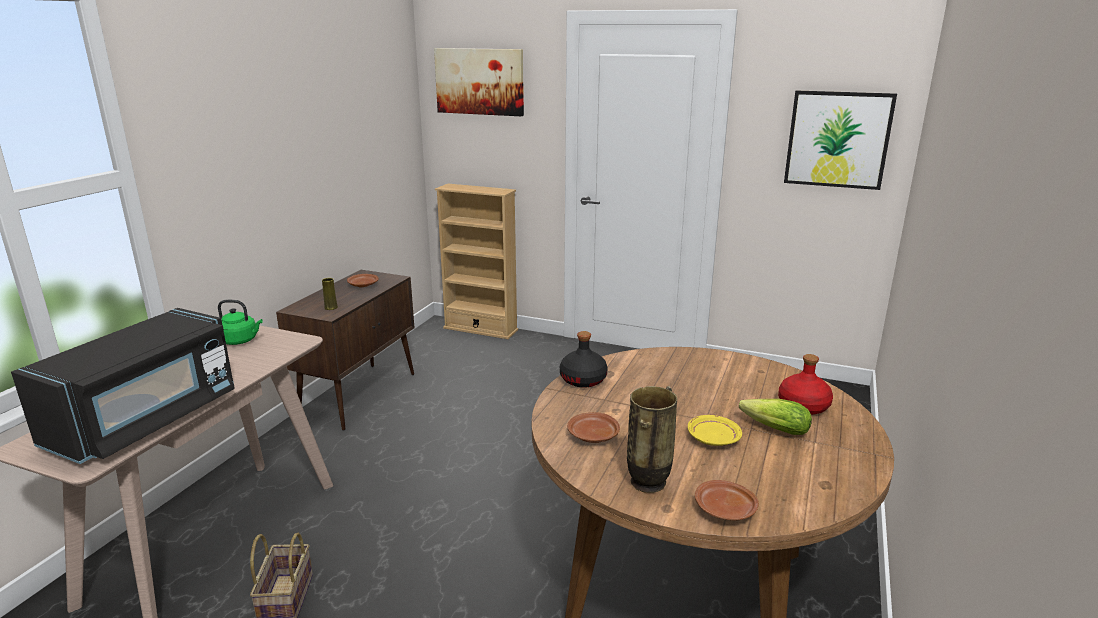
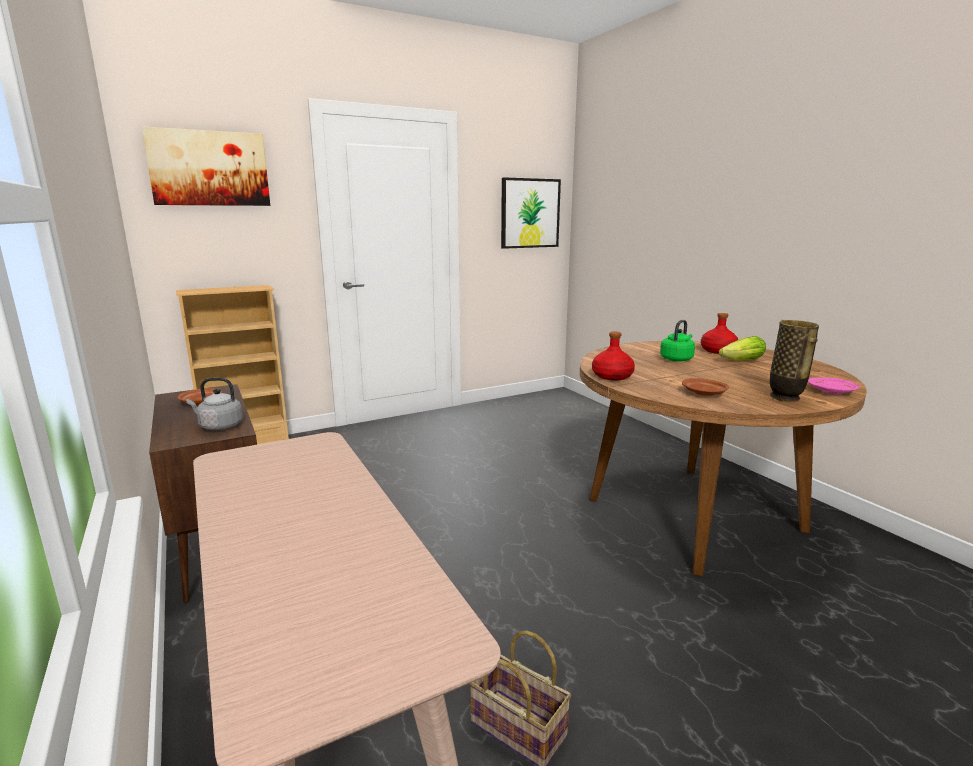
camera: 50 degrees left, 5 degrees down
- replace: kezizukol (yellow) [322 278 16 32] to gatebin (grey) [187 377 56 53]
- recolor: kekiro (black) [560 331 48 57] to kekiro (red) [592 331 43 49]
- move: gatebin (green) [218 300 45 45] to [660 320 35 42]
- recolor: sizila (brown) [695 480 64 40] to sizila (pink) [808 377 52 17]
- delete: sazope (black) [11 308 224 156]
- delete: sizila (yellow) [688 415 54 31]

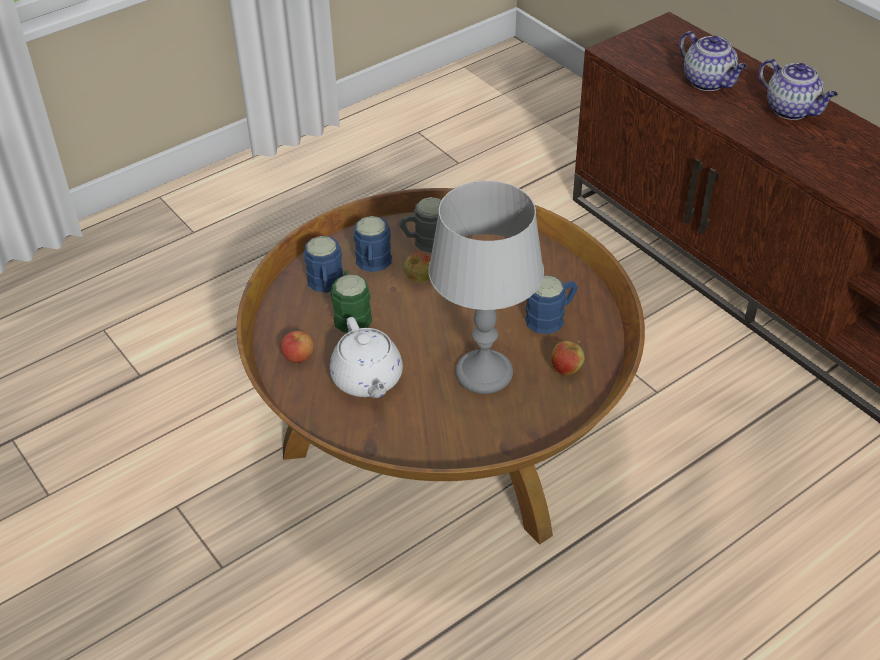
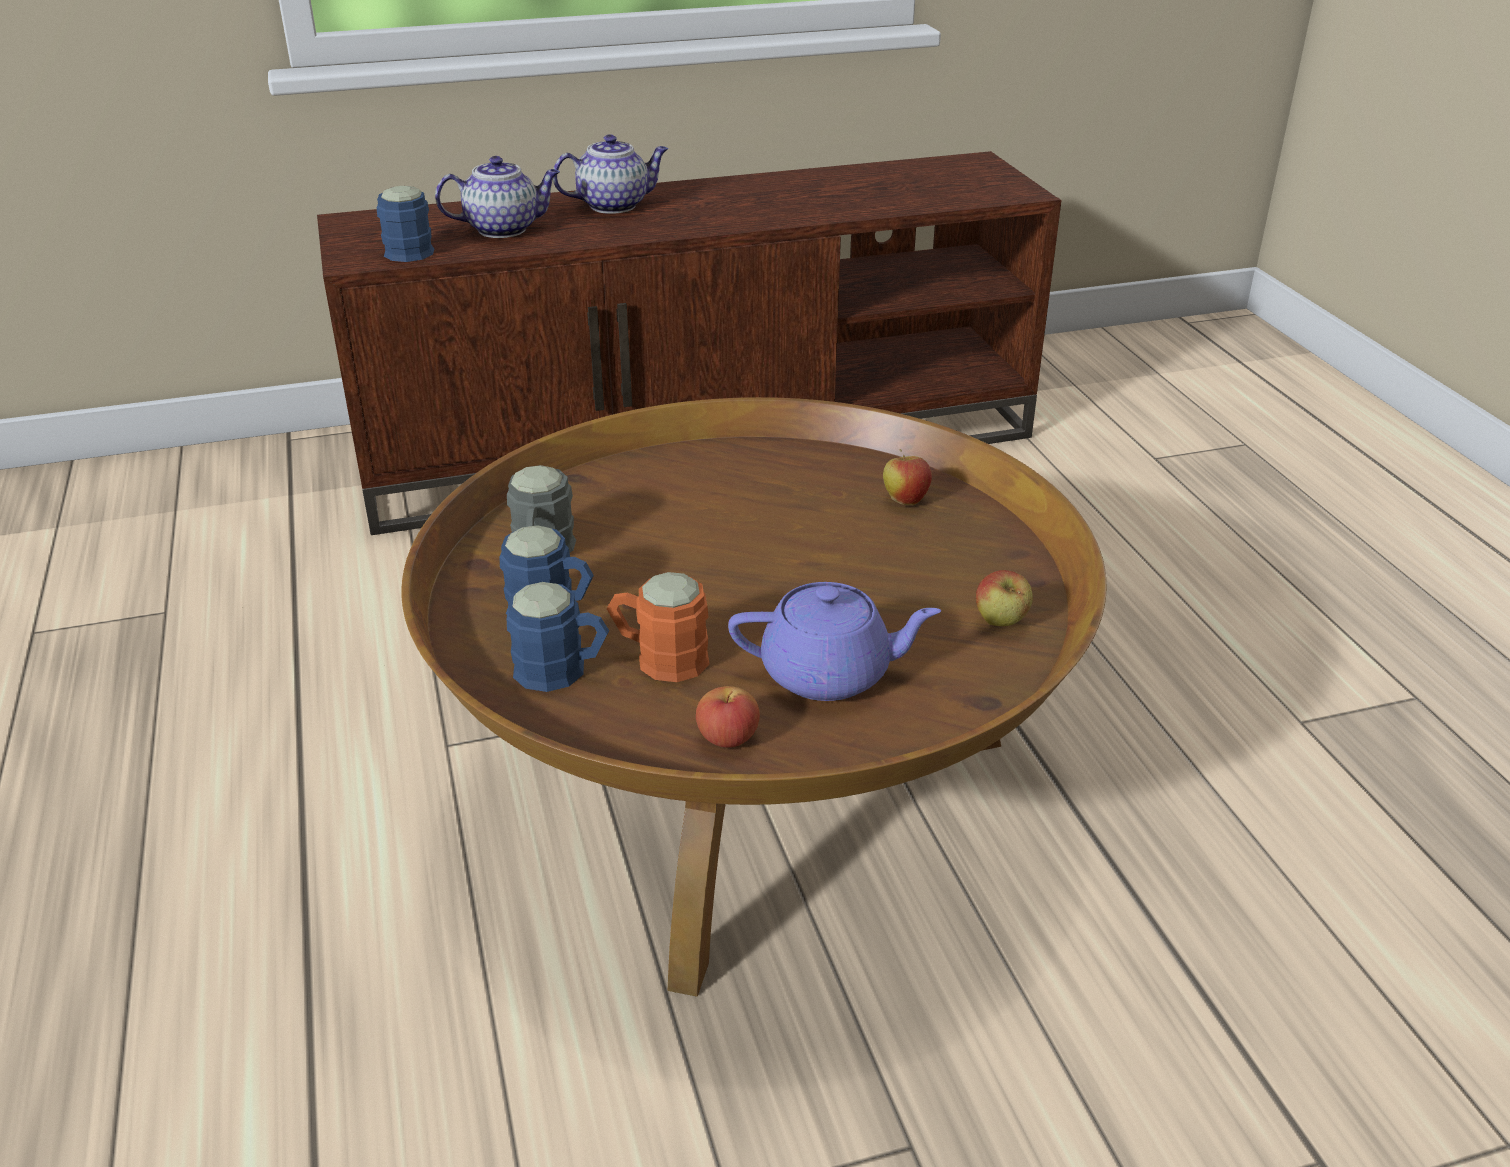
camera: 70 degrees left, 10 degrees down
- move: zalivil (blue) [525 275 53 59] to [377 186 57 76]
- recolor: zalivil (green) [331 270 41 63] to zalivil (orange) [607 572 102 110]
- recolor: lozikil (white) [329 317 74 81] to lozikil (purple) [728 582 213 119]
- move: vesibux [404 252 27 31] to [976 570 57 56]
- delete: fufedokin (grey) [428 181 116 213]

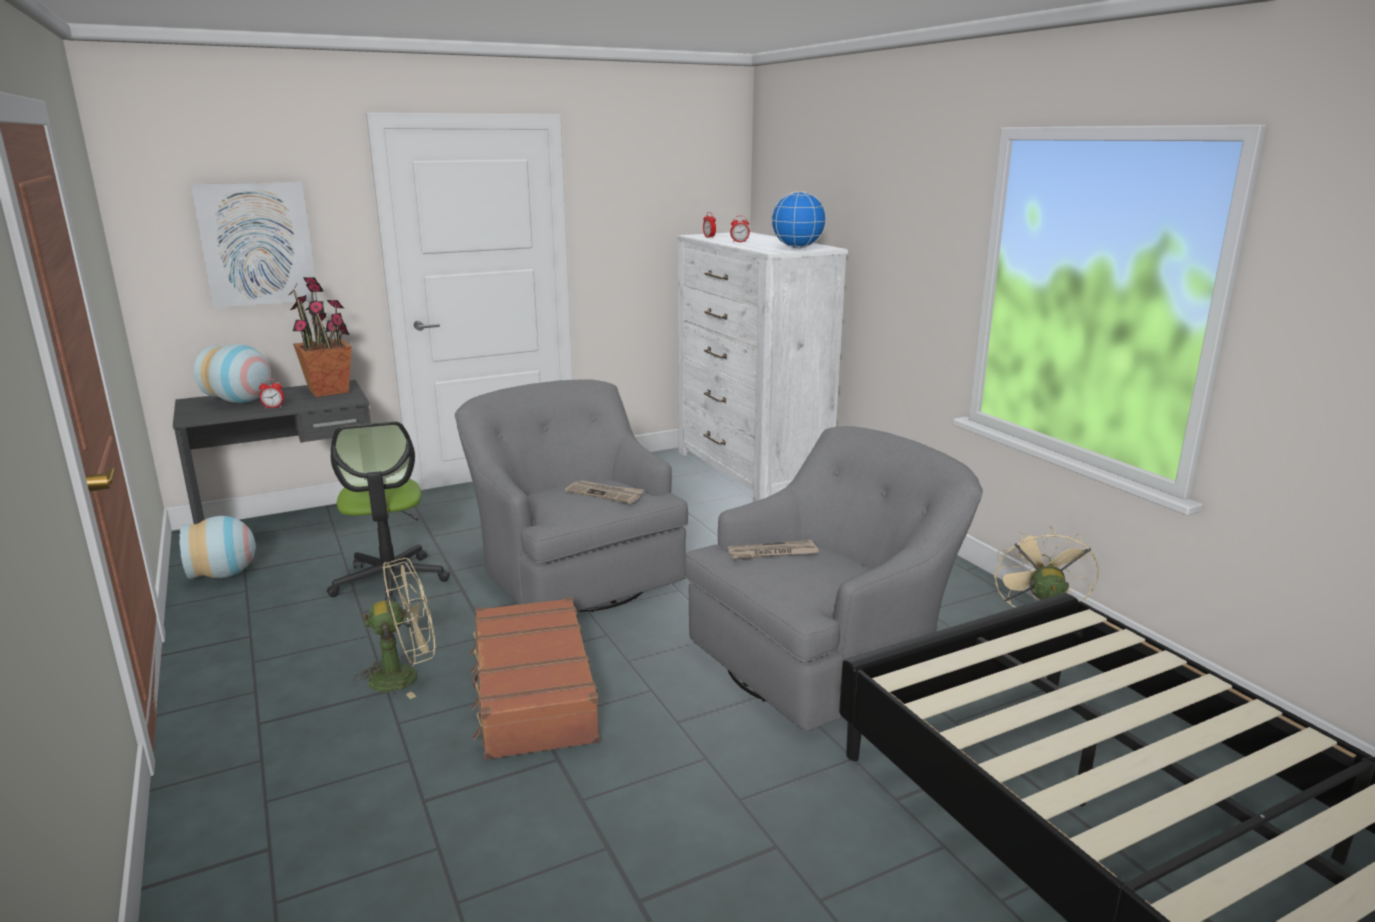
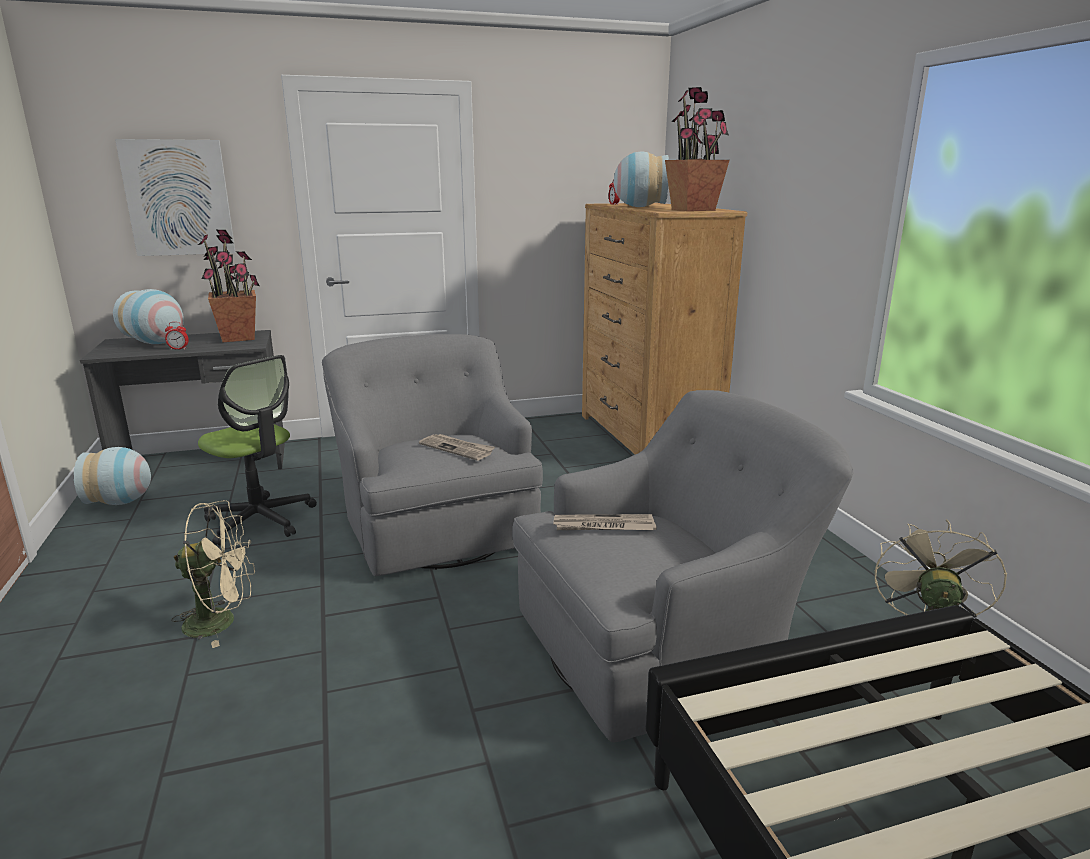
camera: 10 degrees right, 0 degrees up
- rotate: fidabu [327 421 123 181] = [198 355 119 191] 45 degrees counterclockwise
- recolor: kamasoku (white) [677 232 171 270] to kamasoku (brown) [582 203 165 251]
- replace: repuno [730 216 20 26] to kezizukol [614 152 55 55]
- replace: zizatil [771 191 56 57] to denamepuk [665 87 64 124]
- delete: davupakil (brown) [470 597 130 163]

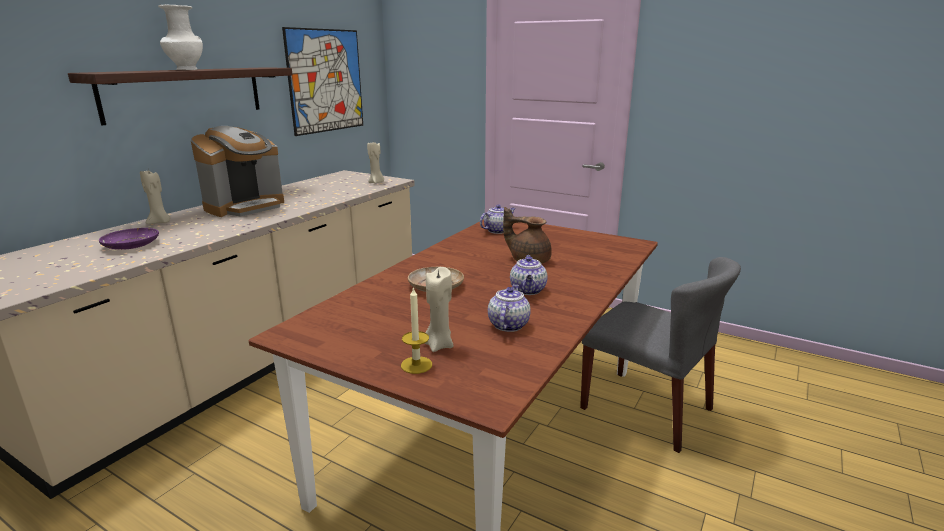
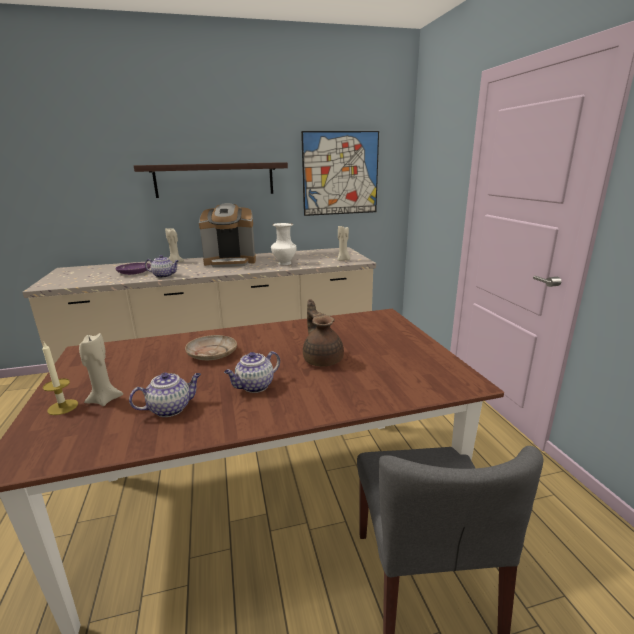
camera: 45 degrees right, 0 degrees up
- move: lozikil [480 205 35 29] to [145 255 34 23]
- move: kezizukol (white) [158 5 45 65] to [271 223 26 42]

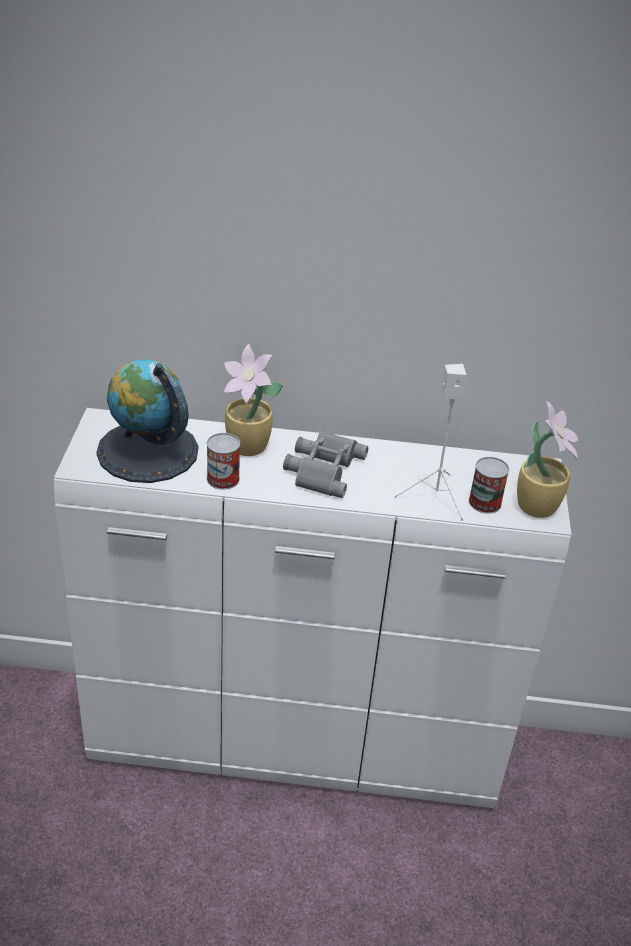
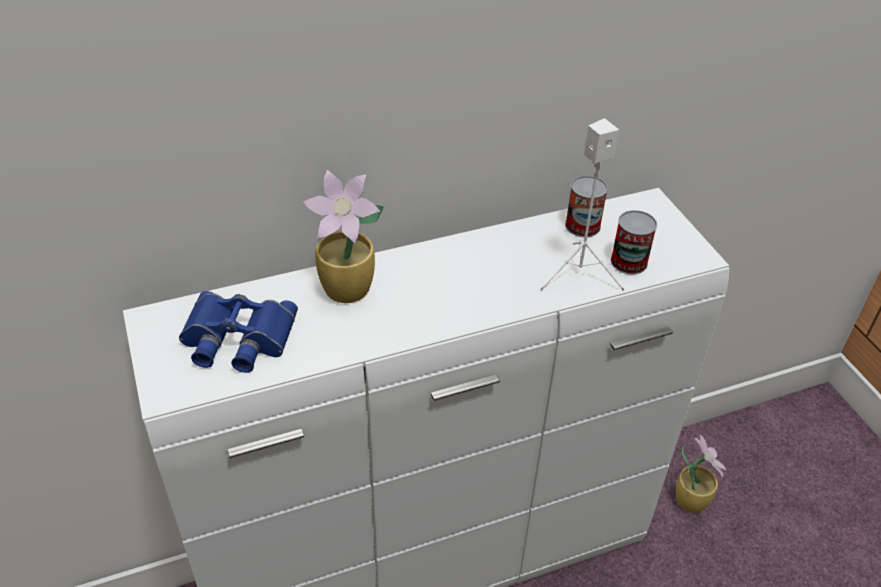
camera: 25 degrees left, 5 degrees up
- replace: zizatil [96 359 102 124] to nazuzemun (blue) [179 291 119 82]
- move: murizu [207 433 33 57] to [565 176 43 61]
- move: denamepuk [517 401 61 117] to [676 435 51 78]
- delete: nazuzemun (grey) [283 431 85 67]

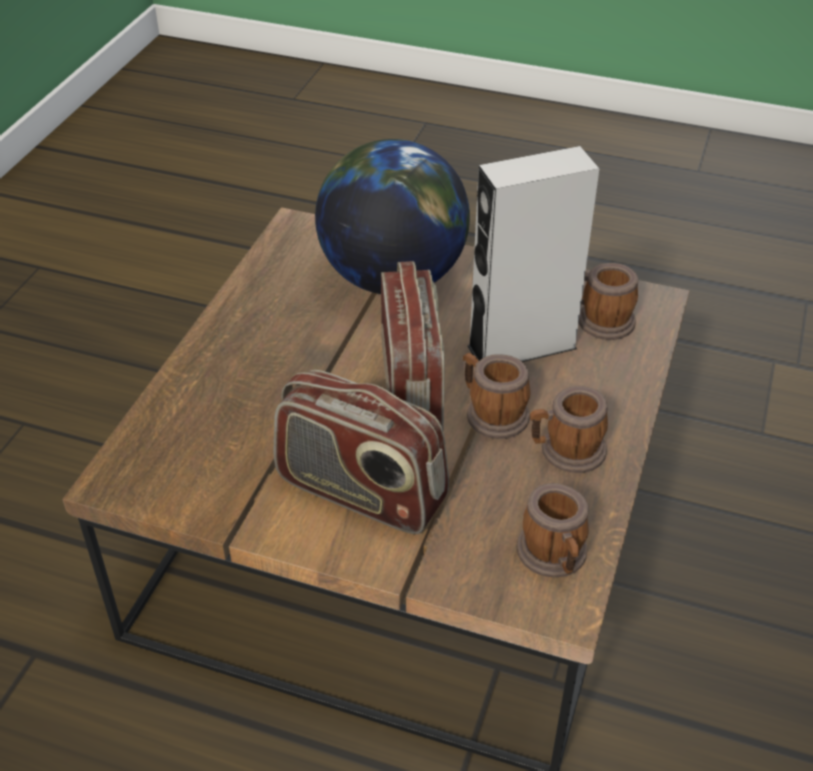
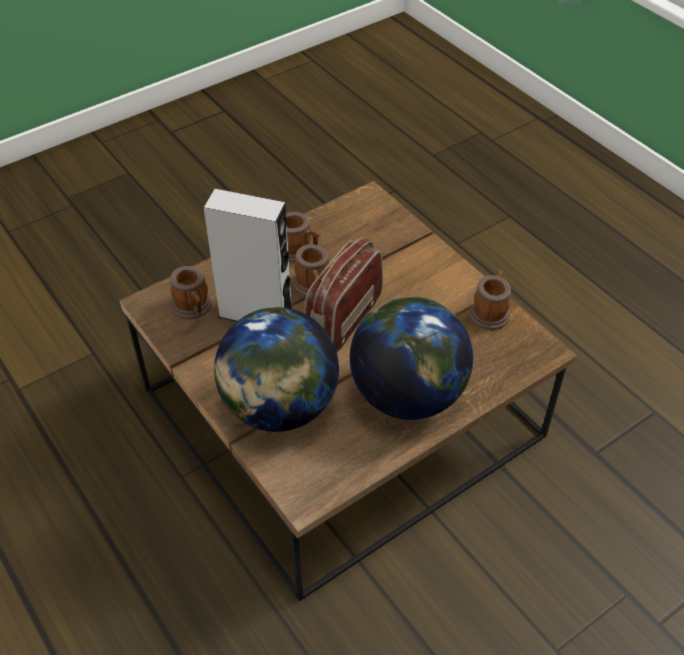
camera: 145 degrees left, 5 degrees up
- insert: zizatil [350 296 123 124]
- move: zalivil [517 483 72 94] to [469 270 42 60]
- delete: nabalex [273 370 176 164]

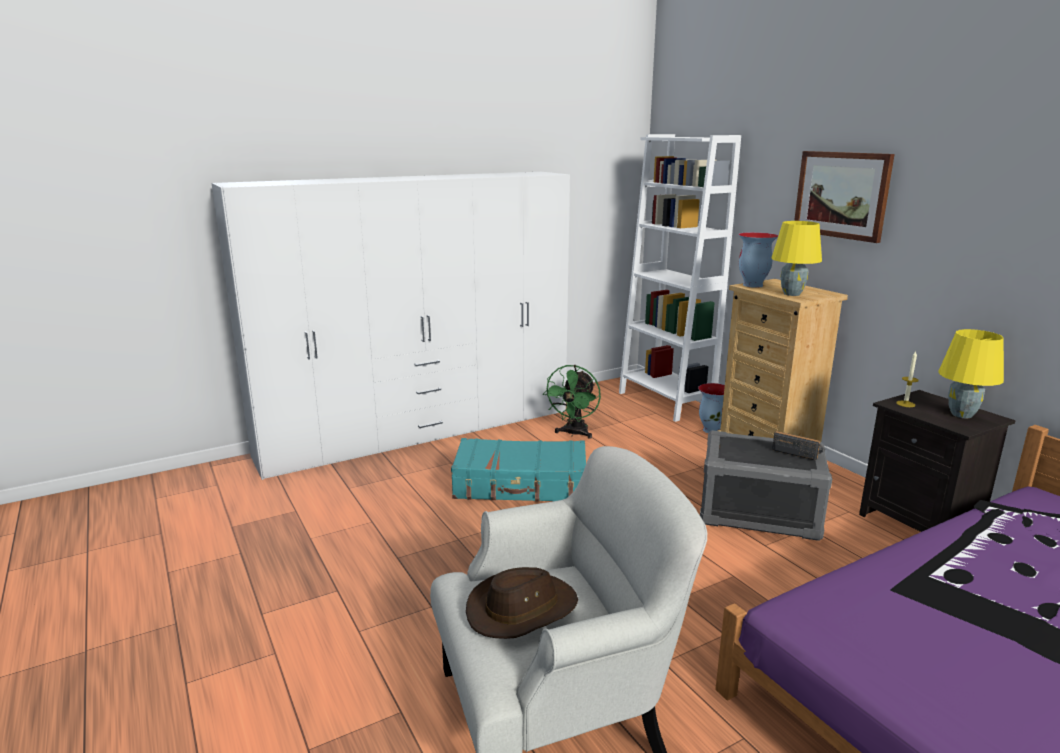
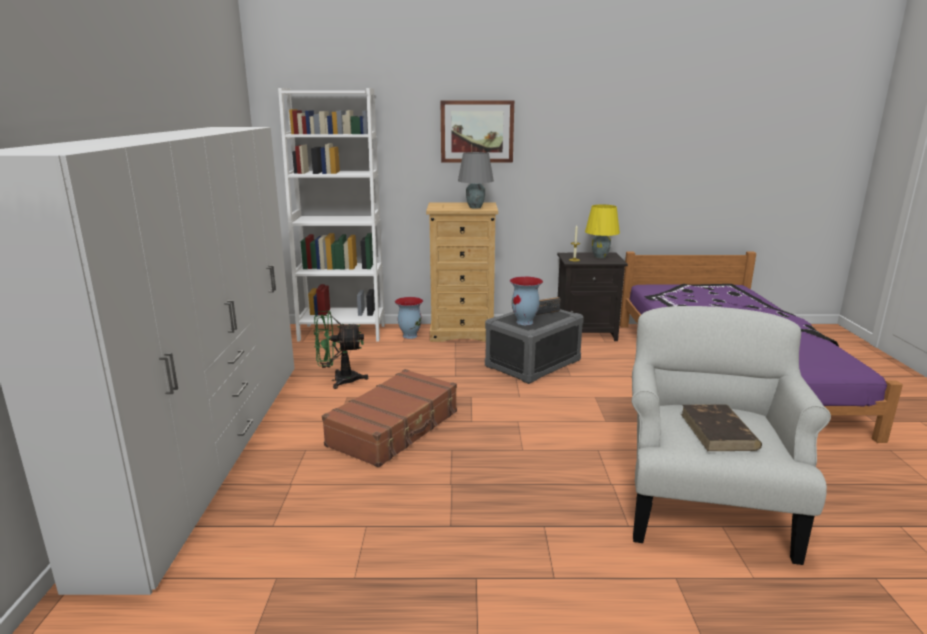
camera: 60 degrees left, 0 degrees up
- rotate: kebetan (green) [543 365 58 74] = [314 310 54 79] 120 degrees clockwise
- recolor: davupakil (turquoise) [451 438 135 63] to davupakil (brown) [322 369 135 99]
- recolor: fufedokin (yellow) [772 221 50 75] to fufedokin (grey) [458 152 36 57]
- move: kezizukol [738 232 40 56] to [510 276 33 49]
- replace: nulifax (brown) [466 567 112 72] to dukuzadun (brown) [681 404 81 47]

